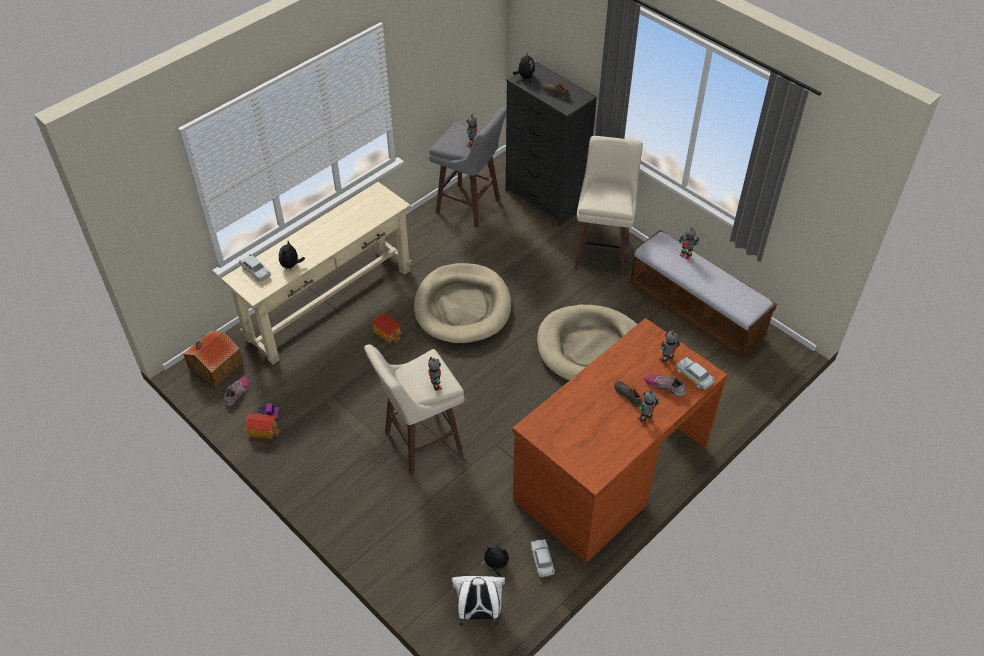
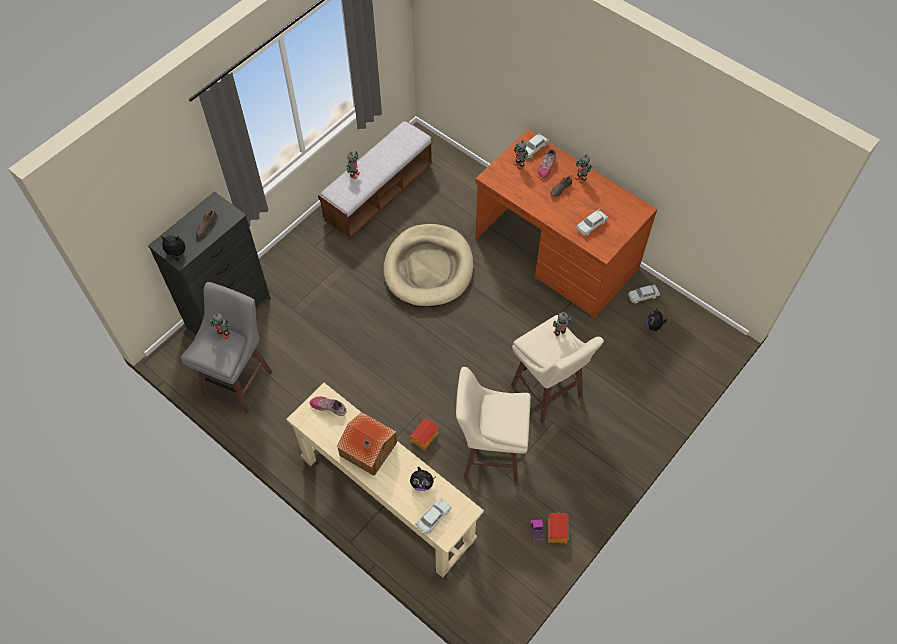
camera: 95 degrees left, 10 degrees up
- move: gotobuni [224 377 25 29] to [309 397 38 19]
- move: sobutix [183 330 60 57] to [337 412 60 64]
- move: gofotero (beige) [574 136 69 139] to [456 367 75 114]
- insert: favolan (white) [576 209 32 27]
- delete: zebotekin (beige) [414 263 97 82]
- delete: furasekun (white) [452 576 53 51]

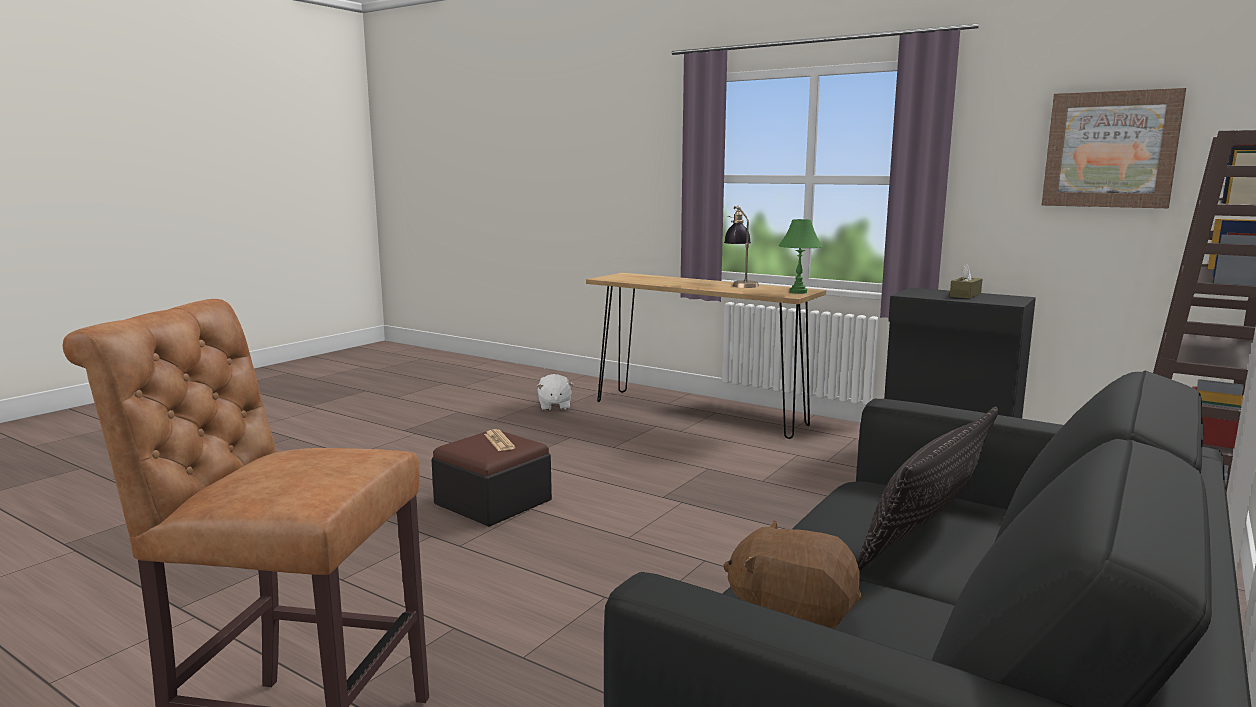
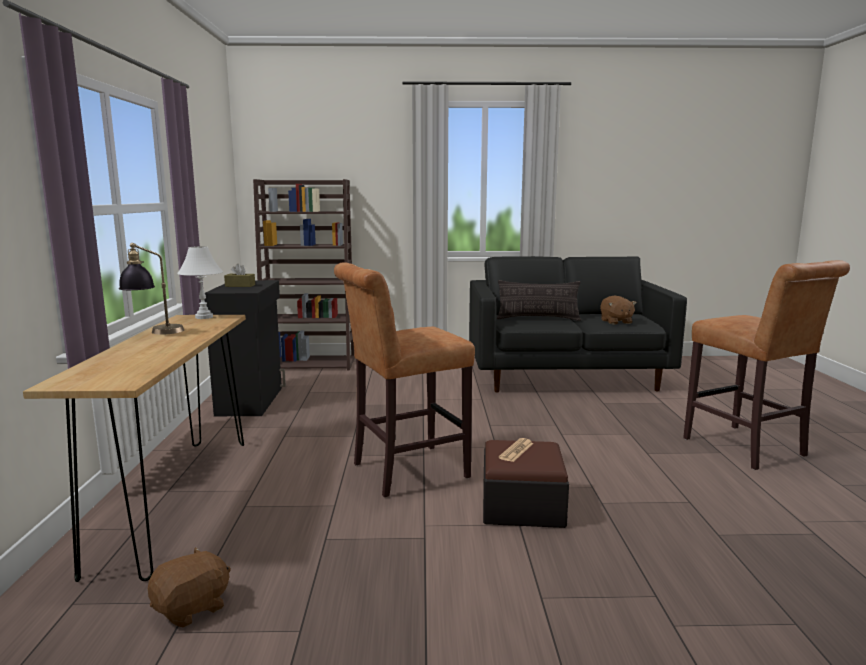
camera: 125 degrees left, 0 degrees up
- recolor: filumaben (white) [537 374 37 37] to filumaben (brown) [147 547 84 81]
- recolor: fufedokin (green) [778 219 45 75] to fufedokin (white) [177 246 46 73]
- insert: gofotero (brown) [334 262 141 235]
- delete: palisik [1042 88 144 120]

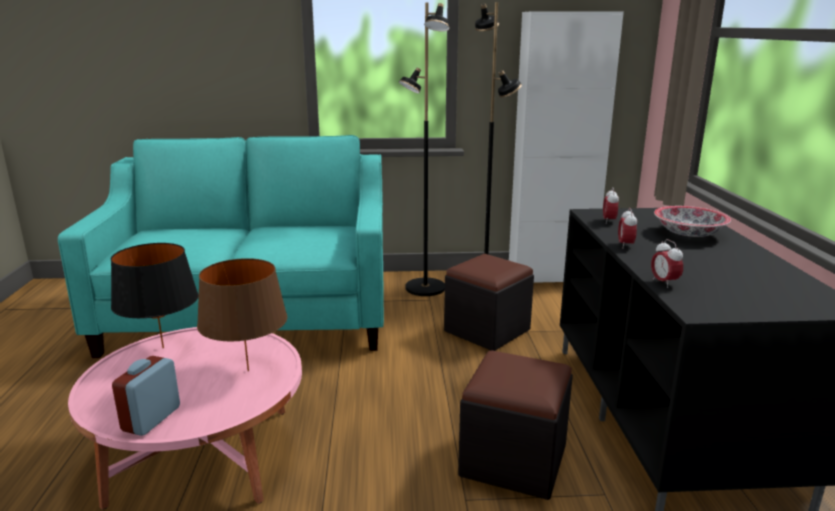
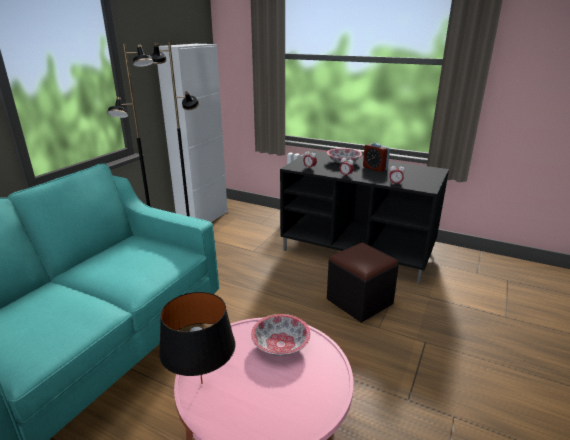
camera: 60 degrees left, 5 degrees up
- replace: fufedokin (brown) [197 258 91 113] to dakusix [251 314 60 42]
- move: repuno [112 356 68 80] to [363 143 27 29]
- delete: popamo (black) [444 254 90 97]

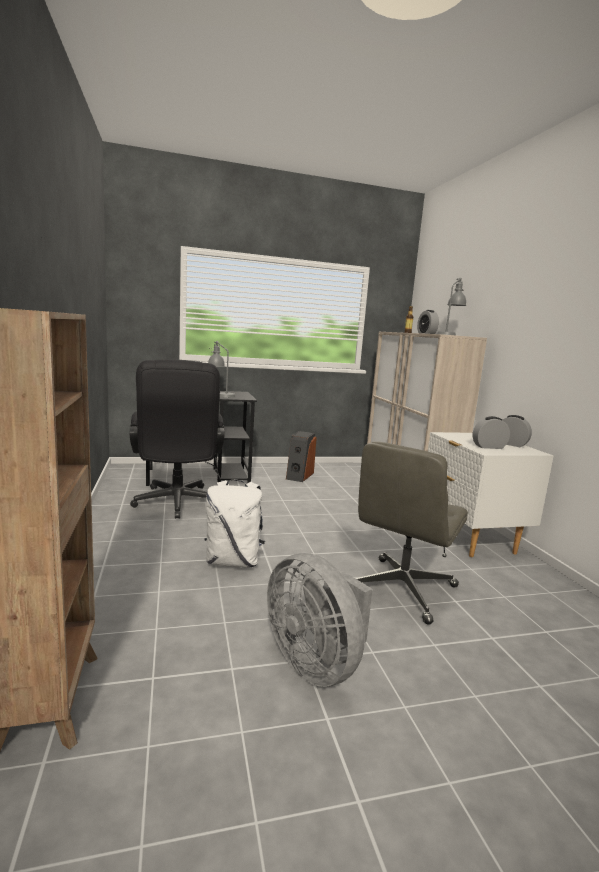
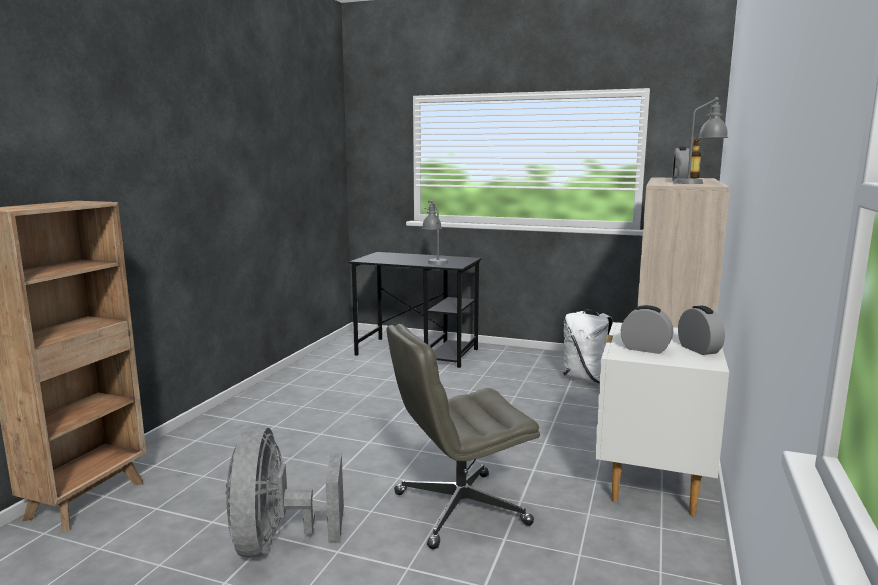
camera: 35 degrees right, 0 degrees up
- move: furasekun (white) [204 480 61 87] to [563 310 50 73]
- delete: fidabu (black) [130 359 95 160]
- delete: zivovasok [286 431 31 51]

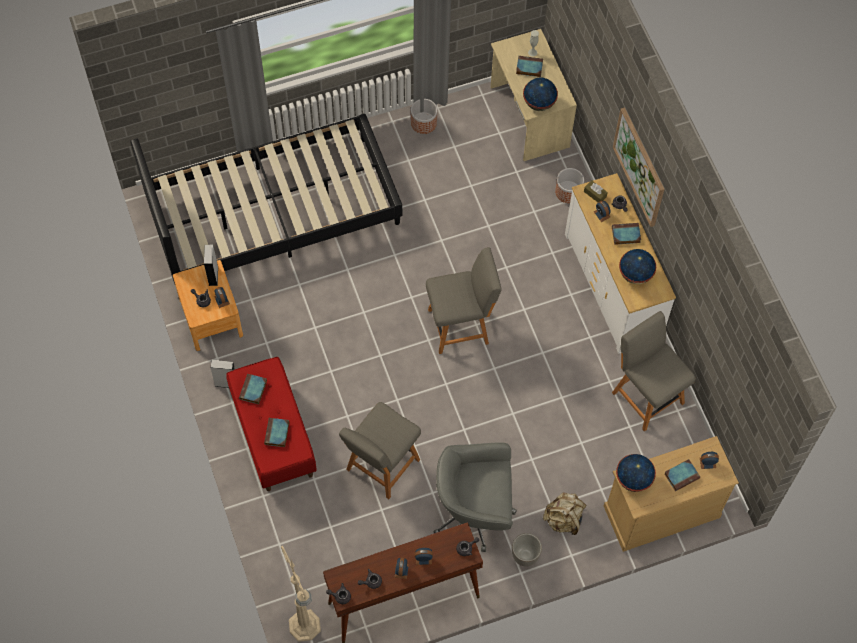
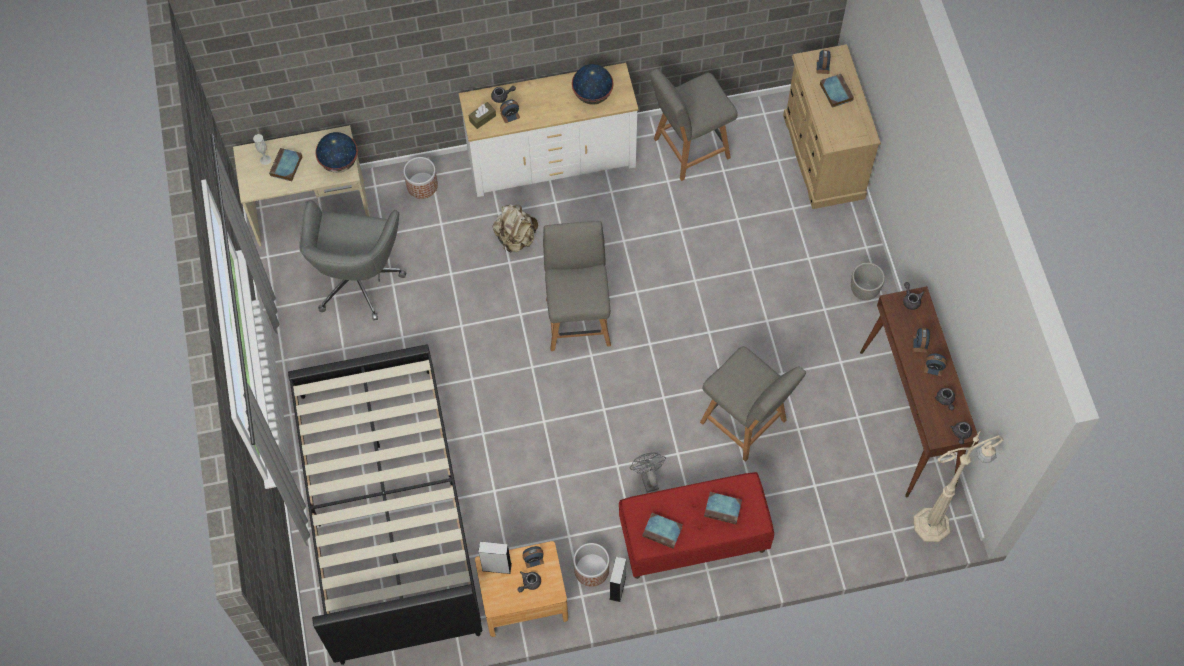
camera: 80 degrees left, 0 degrees up
- move: fidabu (grey) [433 442 84 110] to [299 200 107 121]
- move: furasekun (beige) [543 492 44 43] to [492 204 46 49]
- move: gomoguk [411 99 26 35] to [574 543 35 44]
- insert: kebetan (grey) [630 453 36 40]
- delete: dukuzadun [612 223 29 22]
- delete: palisik [613 107 51 120]
- delete: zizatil [616 454 40 38]

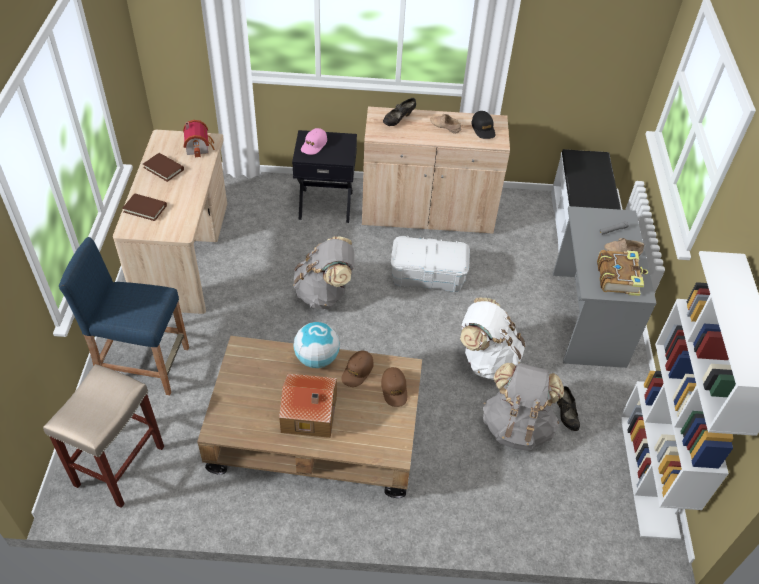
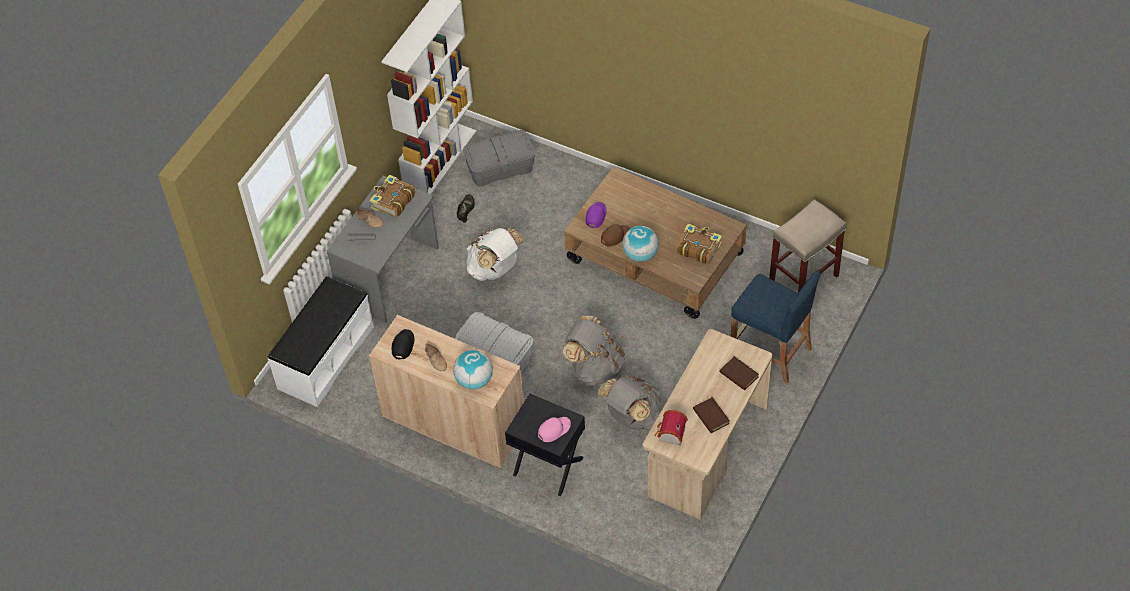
camera: 150 degrees left, 5 degrees up
- replace: gotobuni (black) [383 98 33 28] to zizatil [453 350 40 40]
- insert: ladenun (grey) [463 130 72 56]
- recolor: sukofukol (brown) [381 367 26 40] to sukofukol (purple) [585 202 22 26]
- move: furasekun (grey) [483 363 81 88] to [598 377 64 53]
- insert: dukuzadun [676 223 46 41]
- delete: sobutix [279 373 58 65]

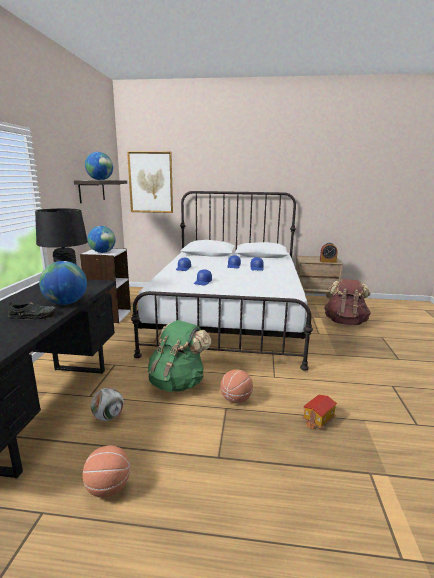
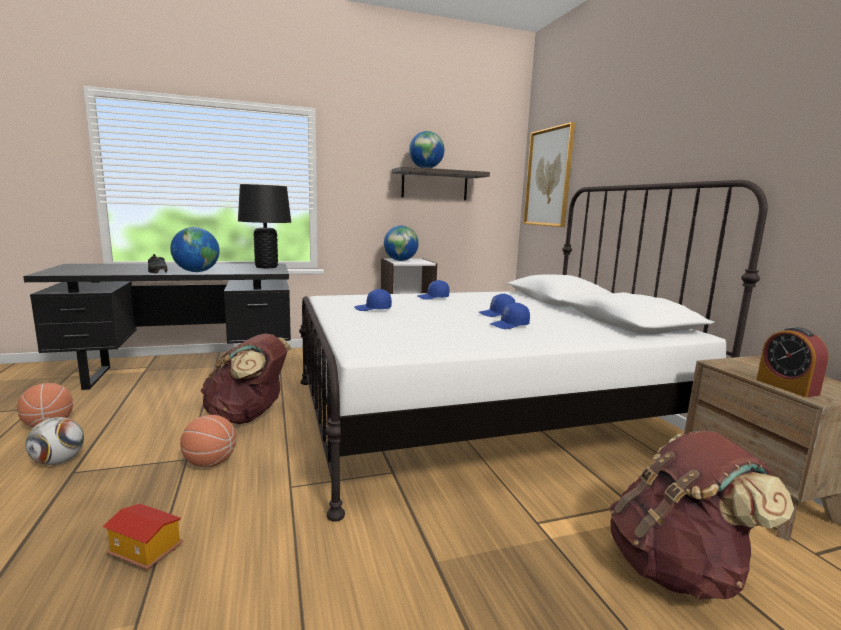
camera: 65 degrees right, 5 degrees down
- move: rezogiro [91 388 33 33] to [26 417 58 48]
- recolor: furasekun (green) [148 320 63 72] to furasekun (brown) [200 334 91 90]

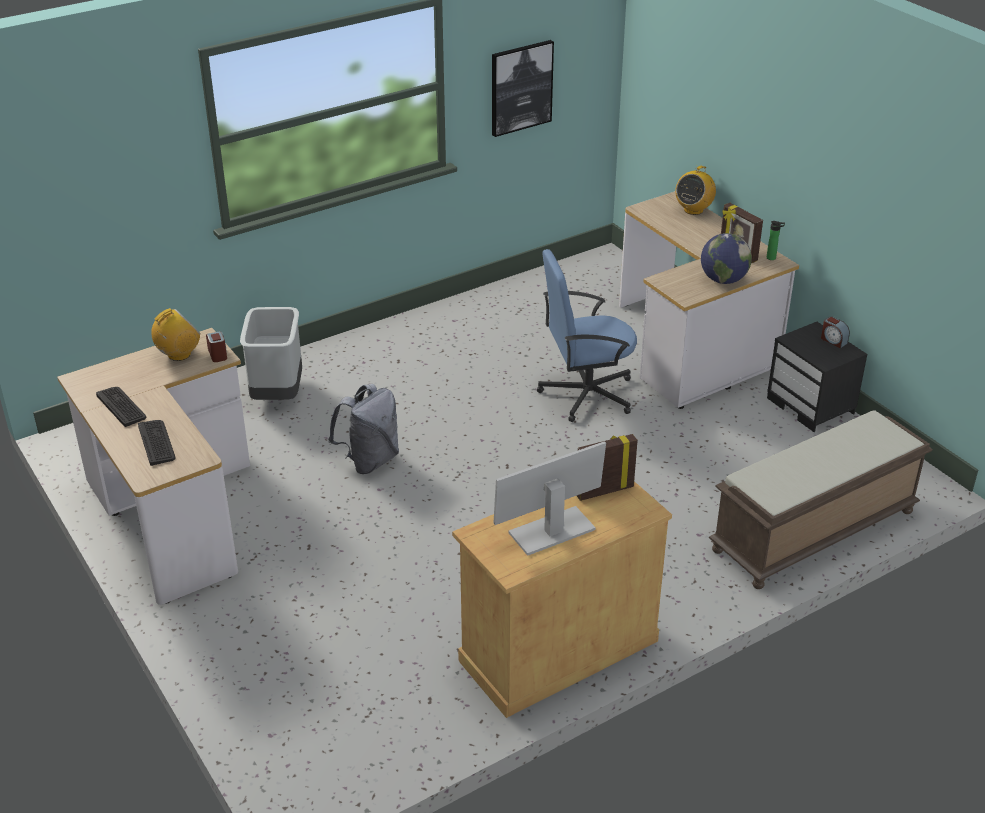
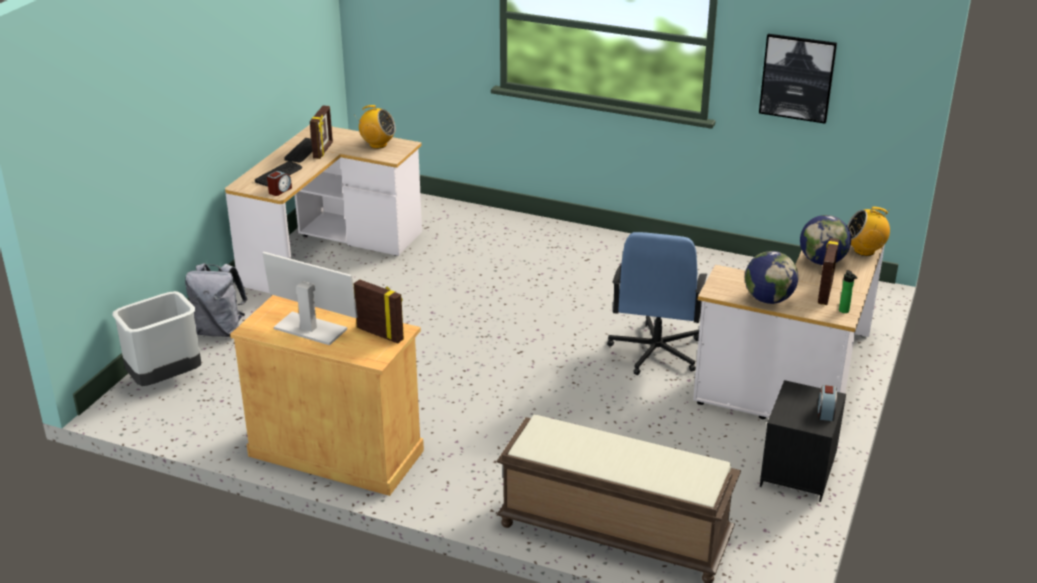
camera: 55 degrees right, 5 degrees down
- move: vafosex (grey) [240 307 62 93] to [112 291 89 95]
- move: furasekun (grey) [328 384 71 90] to [185 263 63 74]
- move: repuno [206 331 21 31] to [267 171 25 25]
- insert: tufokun [310 105 23 54]
- rotate: fidabu (blue) [537 249 100 173] = [607 232 100 143] 120 degrees counterclockwise
- insert: zizatil [800 215 51 50]

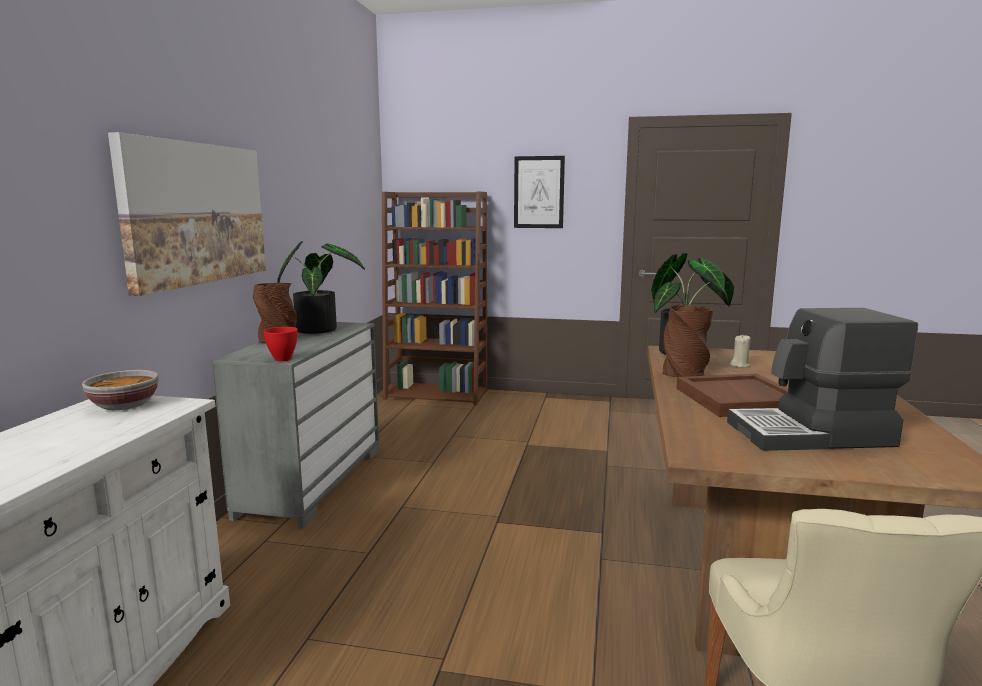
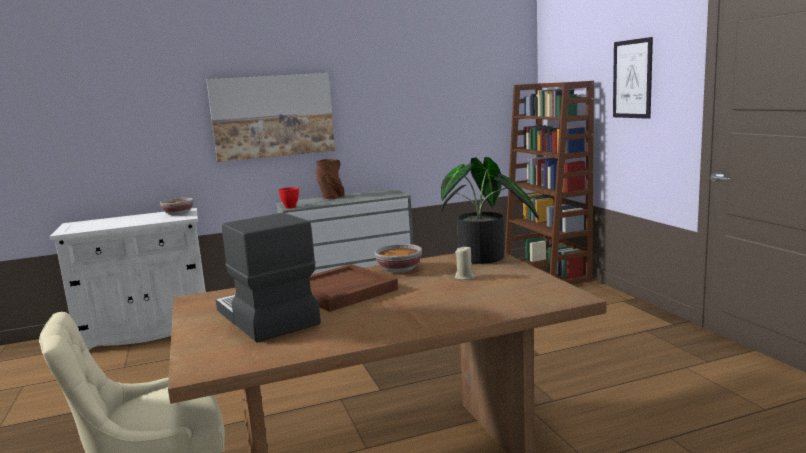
camera: 60 degrees right, 0 degrees up
- replace: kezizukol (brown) [662 305 51 72] to dakusix [375 244 47 29]
- delete: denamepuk [277 241 88 93]

